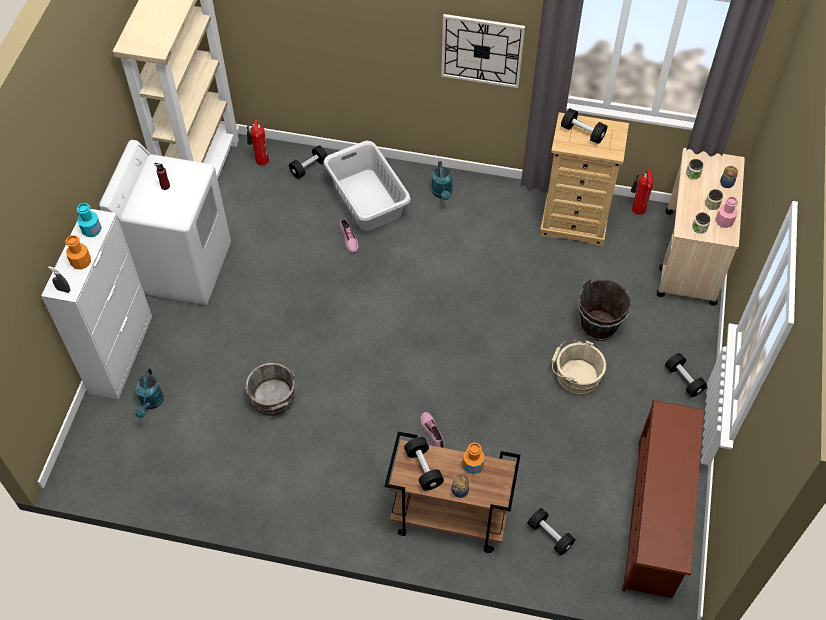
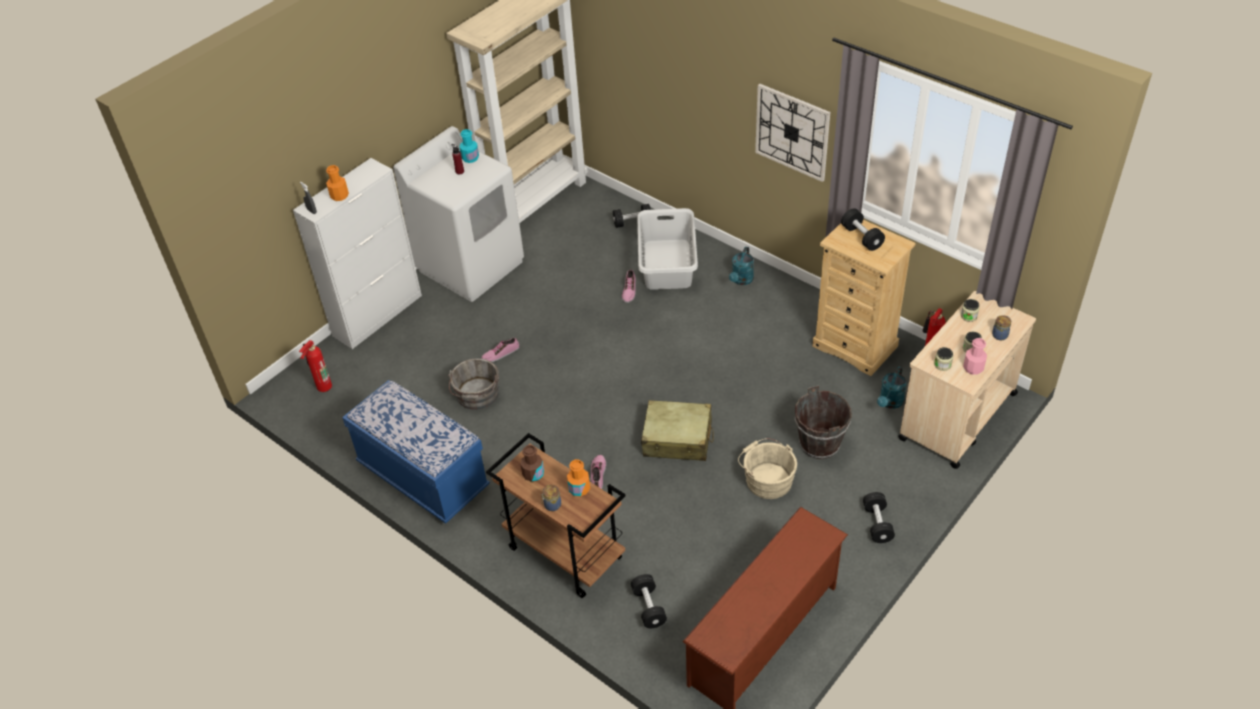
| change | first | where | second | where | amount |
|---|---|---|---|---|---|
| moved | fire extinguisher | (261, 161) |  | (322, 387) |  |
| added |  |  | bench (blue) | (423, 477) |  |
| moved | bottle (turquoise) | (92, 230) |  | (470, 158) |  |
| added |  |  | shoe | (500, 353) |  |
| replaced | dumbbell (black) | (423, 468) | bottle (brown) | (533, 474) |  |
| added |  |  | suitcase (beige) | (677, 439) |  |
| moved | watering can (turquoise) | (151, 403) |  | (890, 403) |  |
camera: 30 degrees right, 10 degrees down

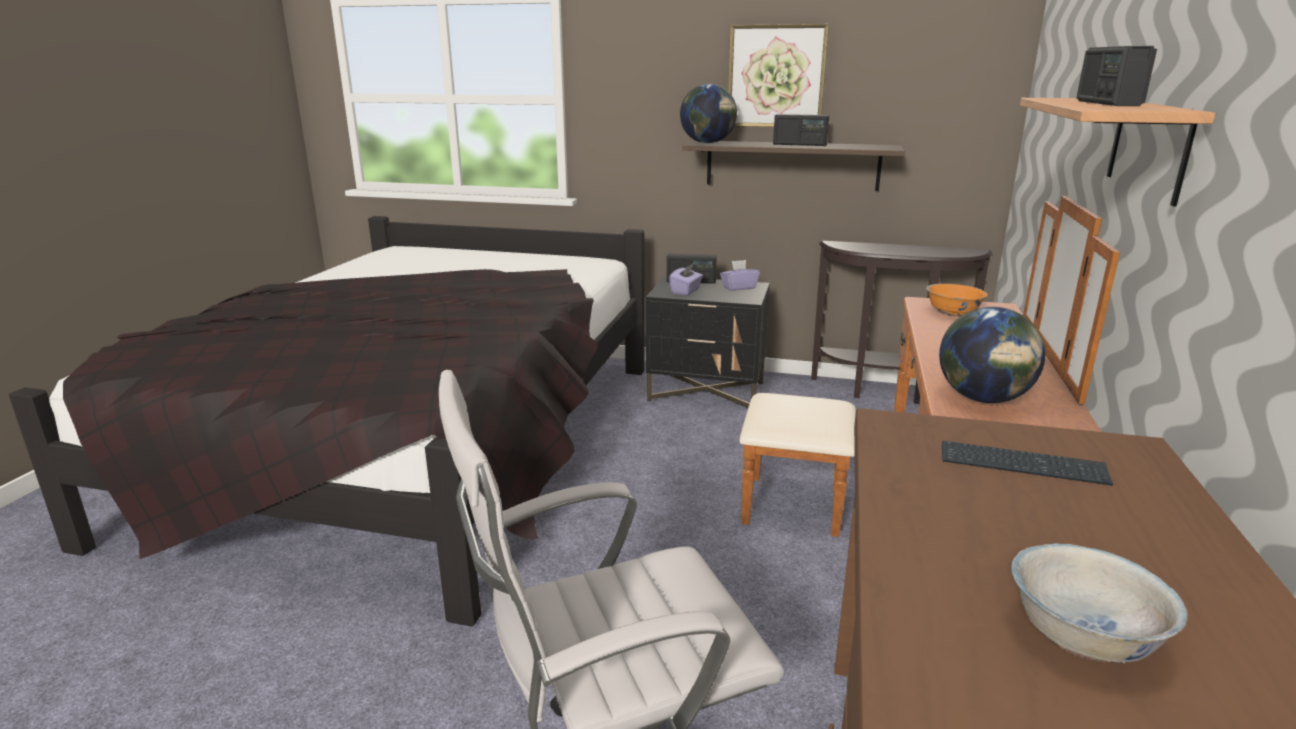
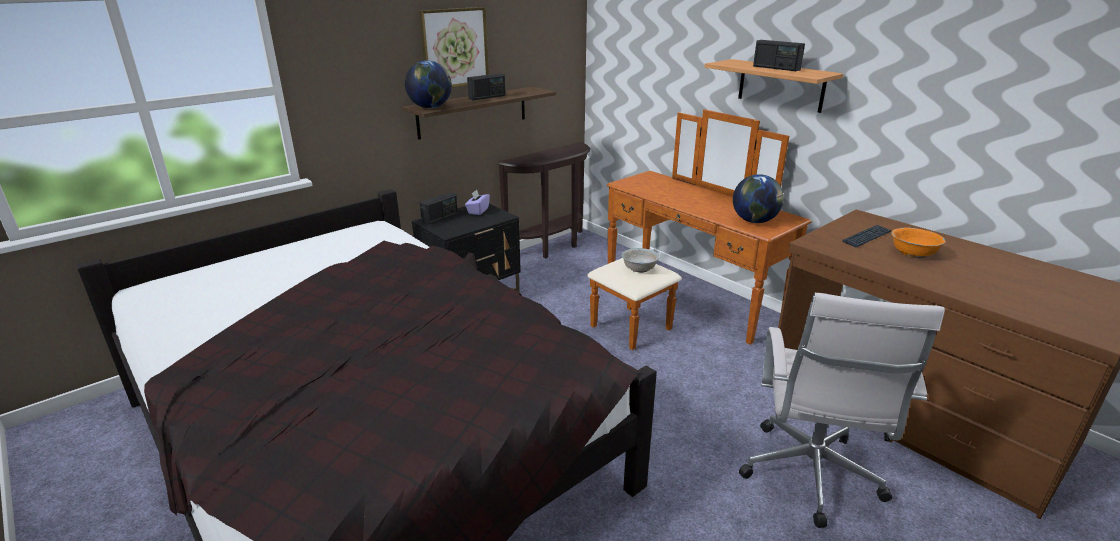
| change | first | where | second | where | amount |
|---|---|---|---|---|---|
| moved | bowl (white) | (1082, 635) |  | (639, 268) |  |
| moved | bowl (orange) | (953, 312) |  | (913, 253) |  |
| removed | tissue box (purple) | (686, 291) |  |  |  |
camera: 55 degrees left, 5 degrees up

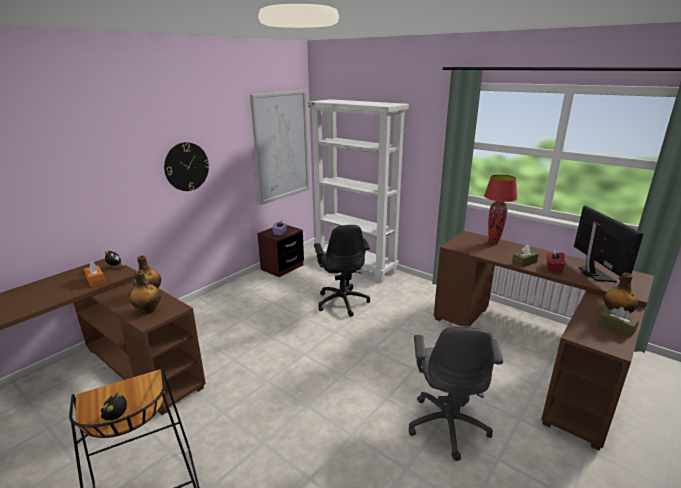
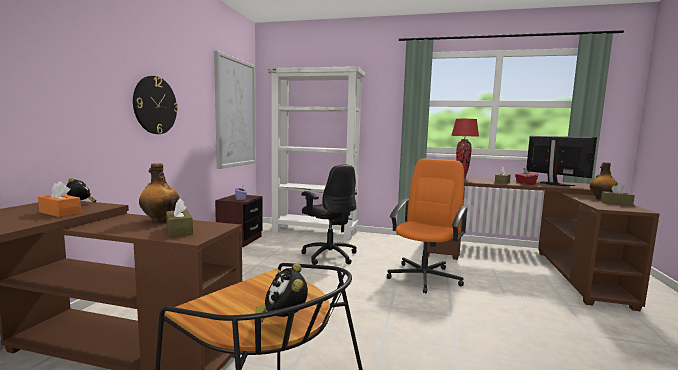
| change | first | where | second | where | amount |
|---|---|---|---|---|---|
| replaced | bottle | (148, 310) | tissue box (brown) | (179, 230) |  |
| added |  |  | office chair (orange) | (424, 277) |  |
| removed | office chair (grey) | (448, 424) |  |  |  |
camera: 25 degrees left, 15 degrees down

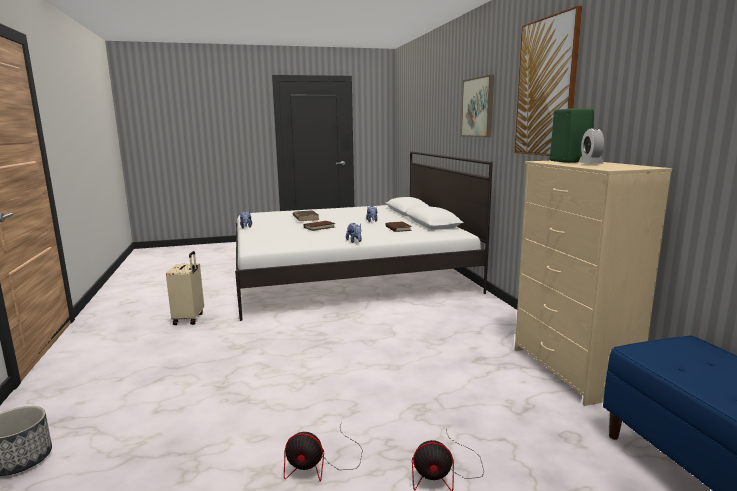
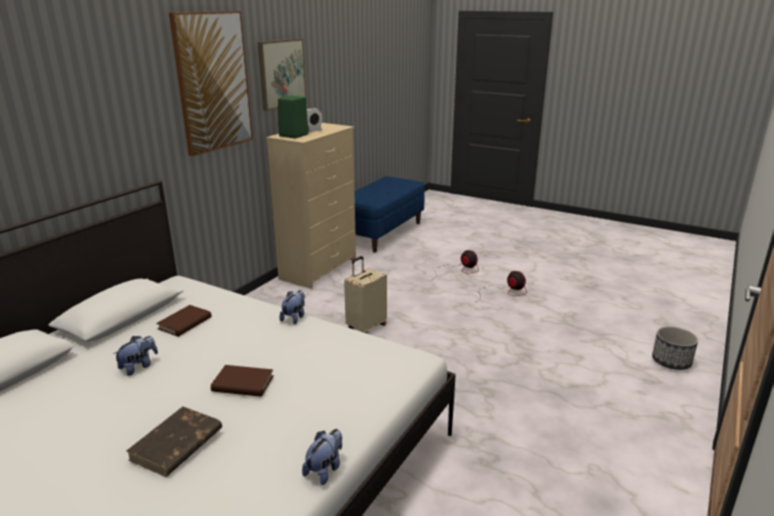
| change | first | where | second | where | amount |
|---|---|---|---|---|---|
| moved | picture | (478, 107) |  | (281, 73) |  |
| moved | suitcase (beige) | (189, 319) |  | (366, 327) |  |
camera: 135 degrees left, 10 degrees up

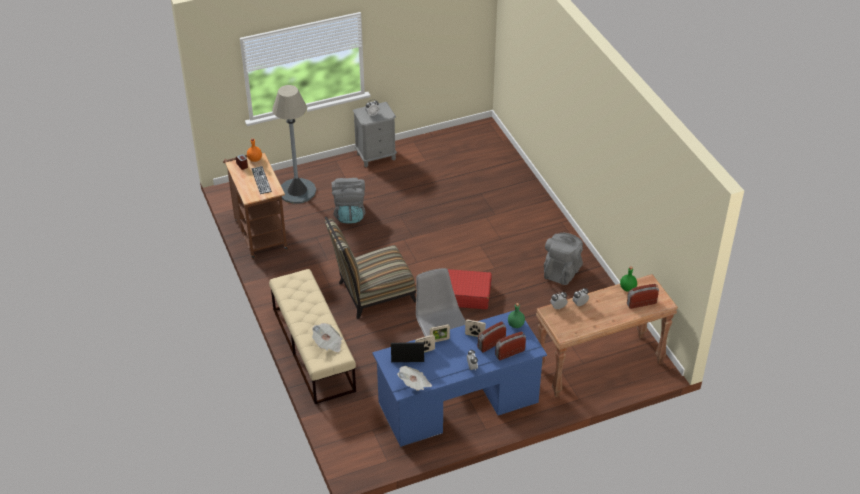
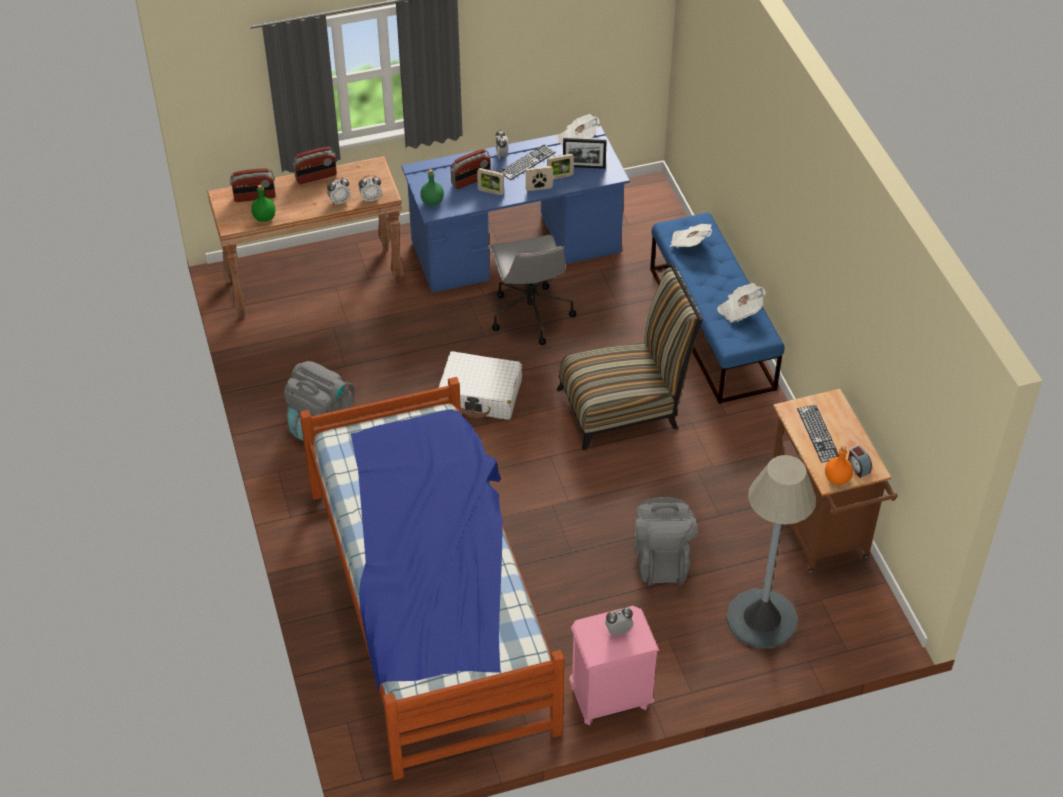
| change | first | where | second | where | amount |
|---|---|---|---|---|---|
| moved | radio | (509, 353) |  | (316, 177) |  |
| added |  |  | bed | (431, 606) |  |
| recoloured | suitcase (red) | (465, 295) | suitcase (white) | (480, 395) |  |
| added |  |  | keyboard | (527, 162) |  |
| recoloured | nightstand (grey) | (376, 156) | nightstand (pink) | (609, 698) |  |
| recoloured | bench (beige) | (313, 349) | bench (blue) | (711, 328) |  |
| added |  |  | newspaper | (739, 311) |  |
camera: 175 degrees left, 5 degrees up

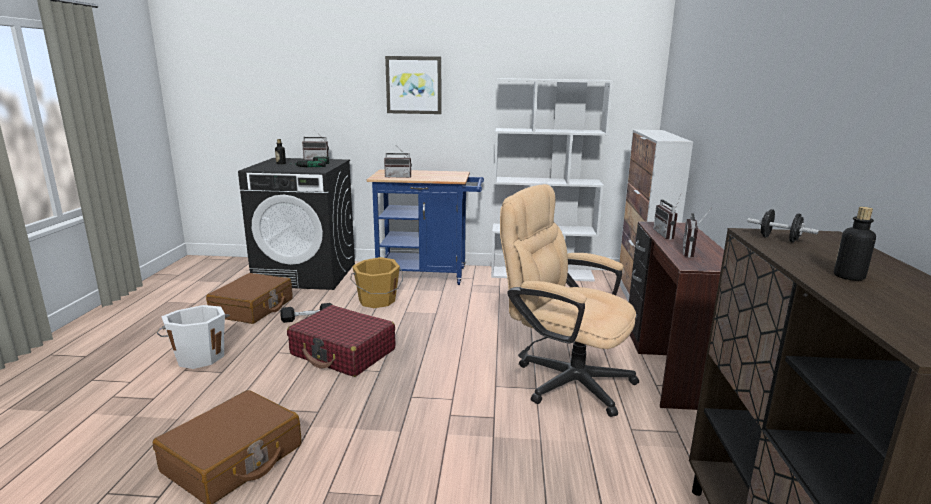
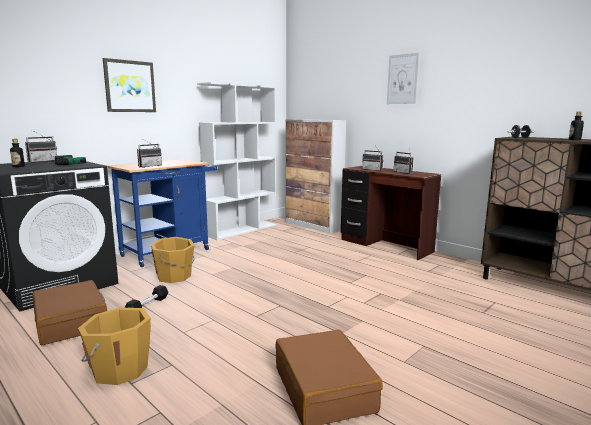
| change | first | where | second | where | amount |
|---|---|---|---|---|---|
| recoloured | bucket (white) | (200, 357) | bucket (orange) | (119, 369) |  |
| added |  |  | picture | (402, 79) |  |
| removed | suitcase (red) | (343, 352) |  |  |  |
| removed | office chair (beige) | (563, 379) |  |  |  |
camera: 50 degrees left, 5 degrees down

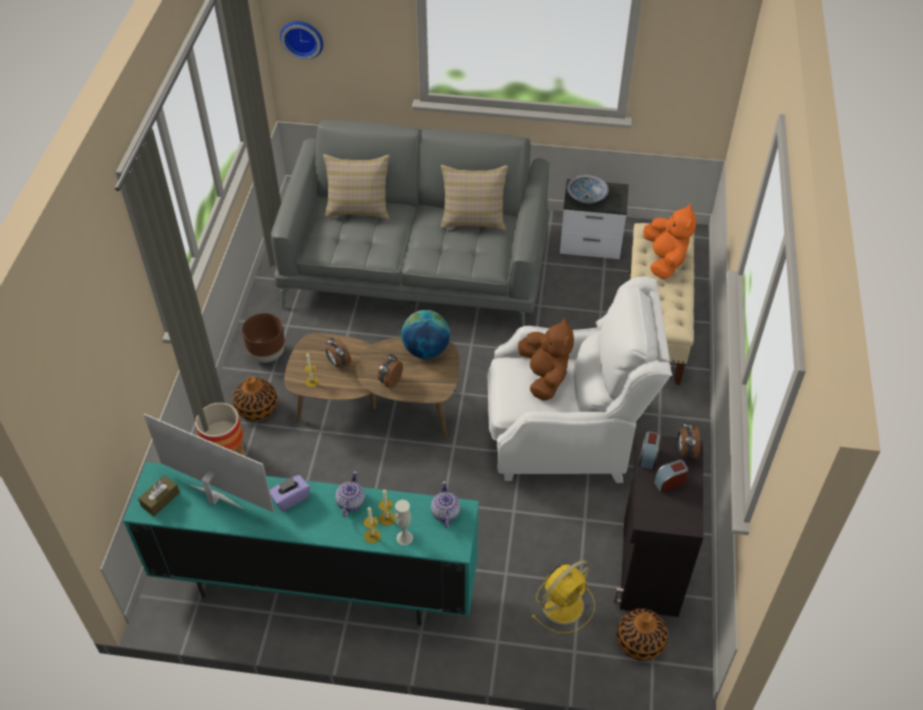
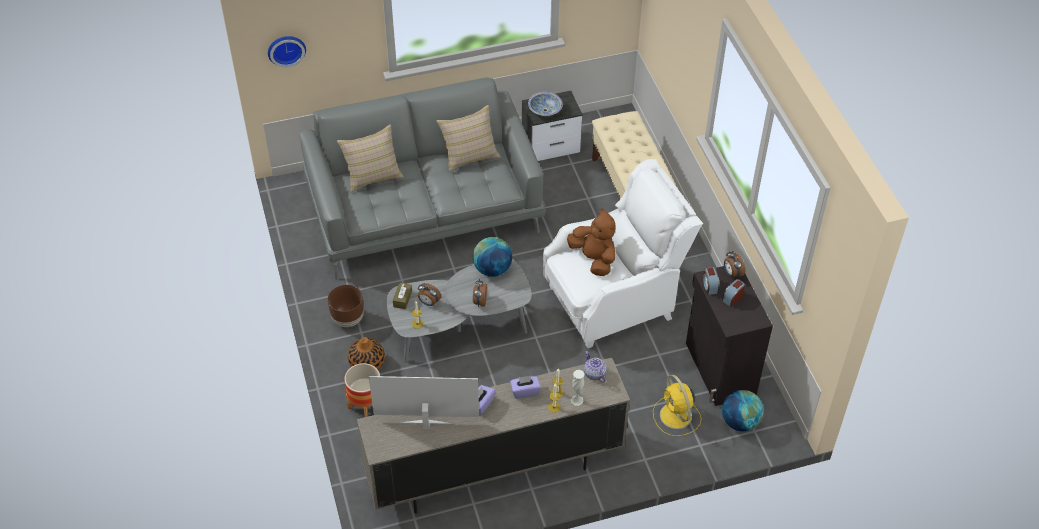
| change | first | where | second | where | amount |
|---|---|---|---|---|---|
| recoloured | tv stand (turquoise) | (315, 584) | tv stand (beige) | (493, 472) |  |
| recoloured | coffee table (brown) | (376, 406) | coffee table (grey) | (460, 329) |  |
| moved | tissue box (brown) | (160, 499) |  | (402, 299) |  |
| replaced | teapot | (350, 503) | tissue box (purple) | (525, 391) |  |
| turned | fan (yellow) | (564, 604) |  | (676, 417) | 135 degrees clockwise |
| replaced | vase | (640, 642) | globe | (740, 422) |  |
| removed | plush toy (orange) | (664, 260) |  |  |  |
camera: 25 degrees left, 0 degrees up

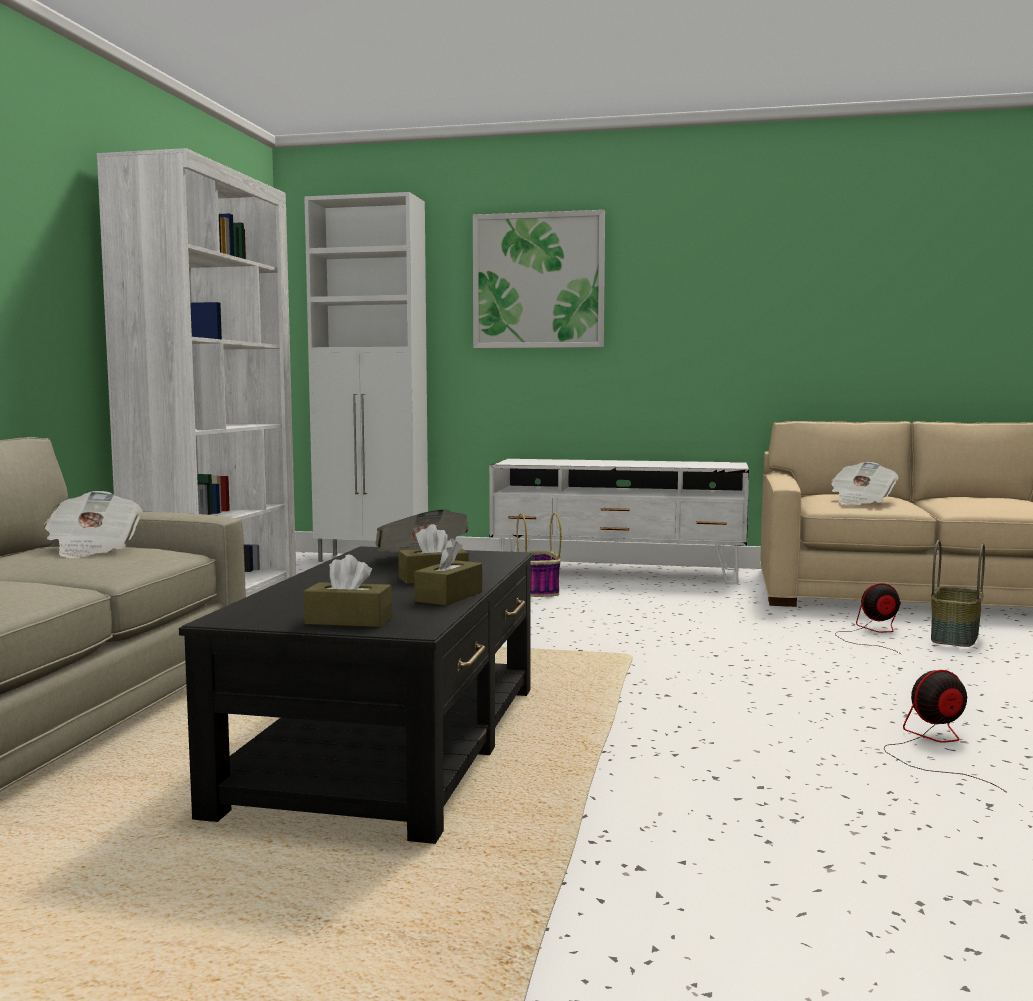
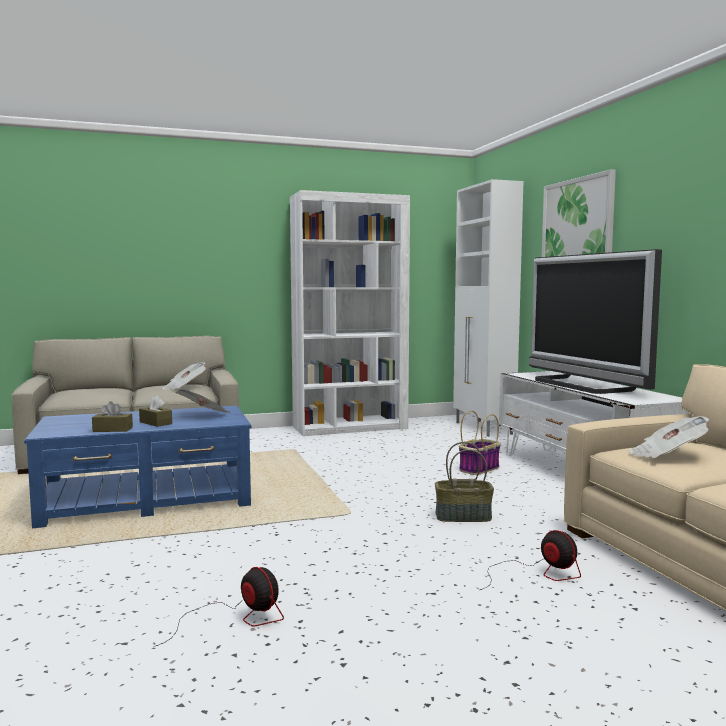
| change | first | where | second | where | amount |
|---|---|---|---|---|---|
| recoloured | coffee table (black) | (393, 745) | coffee table (blue) | (148, 500) |  |
| moved | basket | (955, 637) |  | (462, 517) |  |
| added |  |  | television | (579, 385) |  |
| removed | tissue box (brown) | (348, 621) |  |  |  |
camera: 60 degrees right, 0 degrees up

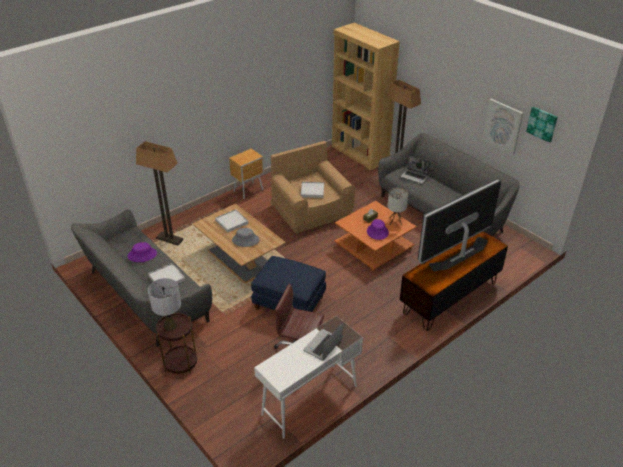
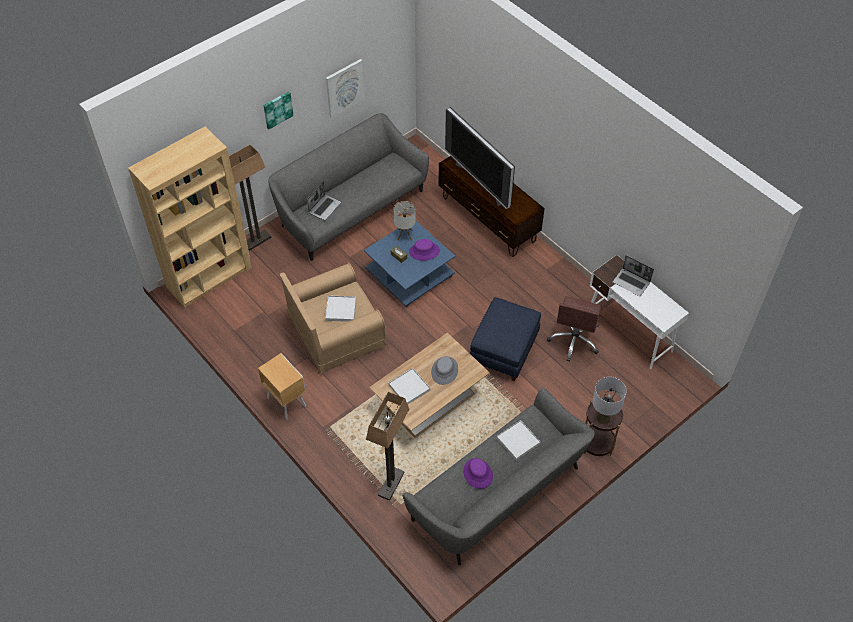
| change | first | where | second | where | amount |
|---|---|---|---|---|---|
| moved | picture | (542, 124) |  | (277, 109) |  |
| recoloured | coffee table (orange) | (374, 247) | coffee table (blue) | (410, 273) |  |
camera: 90 degrees left, 15 degrees up

